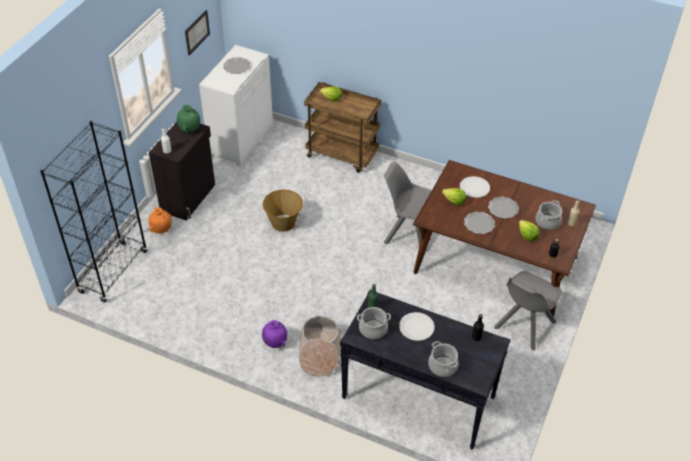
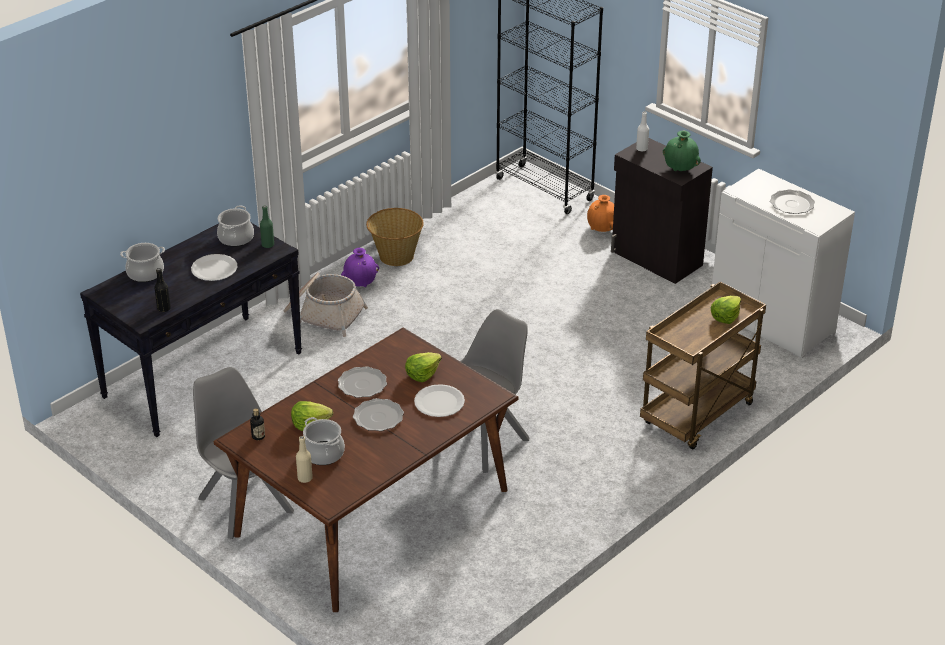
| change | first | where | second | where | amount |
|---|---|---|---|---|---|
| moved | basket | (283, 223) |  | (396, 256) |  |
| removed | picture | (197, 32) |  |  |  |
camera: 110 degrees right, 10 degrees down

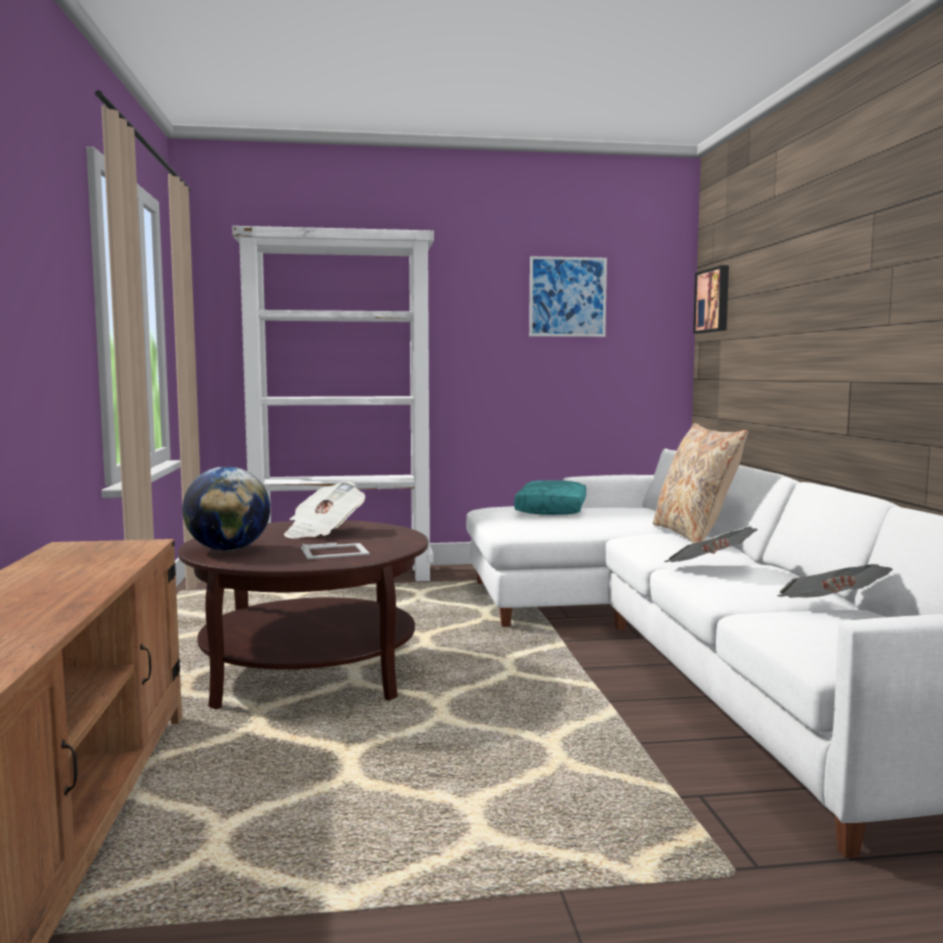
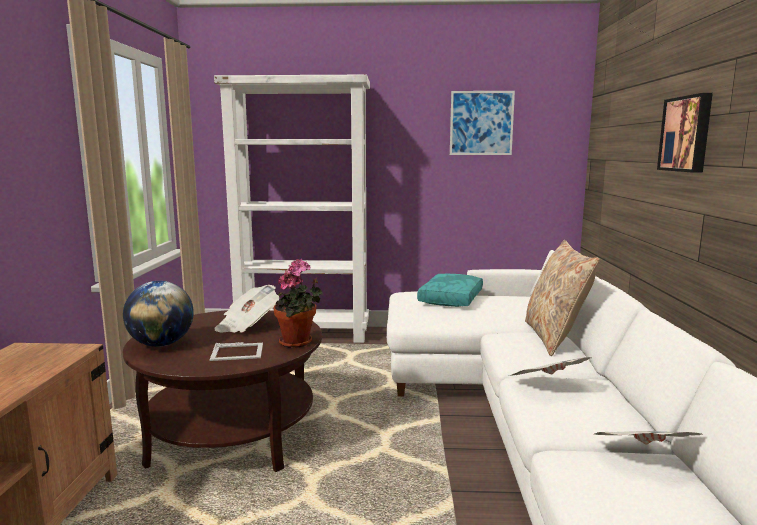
| change | first | where | second | where | amount |
|---|---|---|---|---|---|
| added |  |  | potted plant | (298, 342) |  |
| moved | picture | (714, 300) |  | (687, 134) |  |
camera: 10 degrees right, 5 degrees up

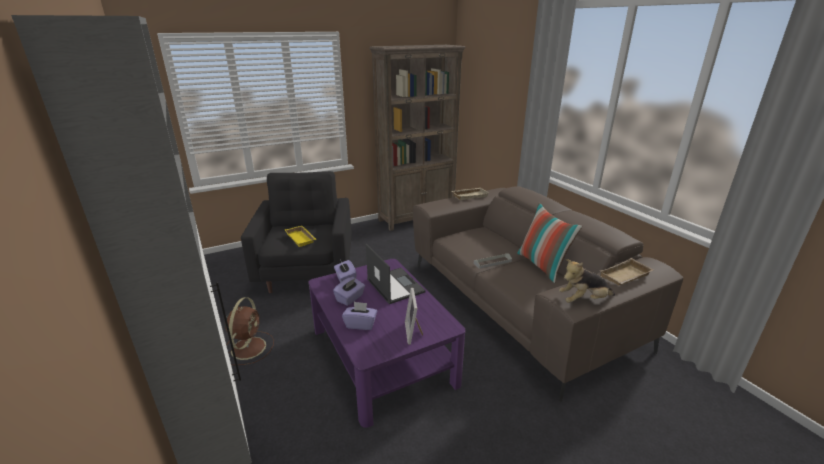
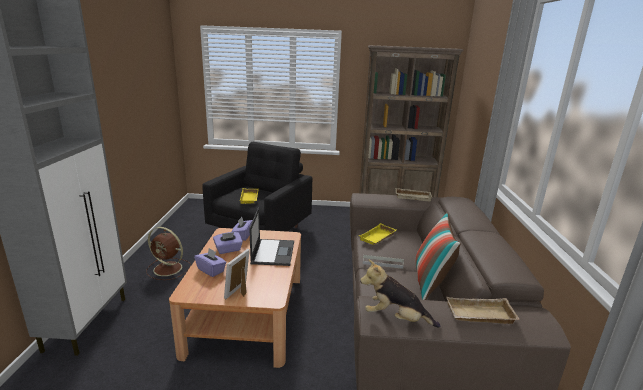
| change | first | where | second | where | amount |
|---|---|---|---|---|---|
| turned | fan (brown) | (249, 347) |  | (169, 269) | 75 degrees clockwise |
| recoloured | coffee table (purple) | (382, 356) | coffee table (brown) | (247, 313) |  |
| added |  |  | tray (yellow) | (378, 238) |  |
camera: 30 degrees right, 5 degrees down

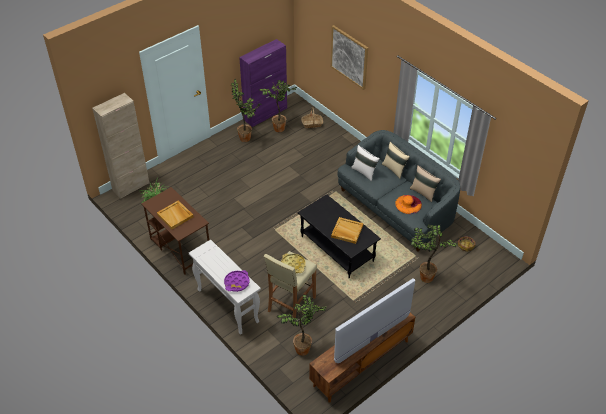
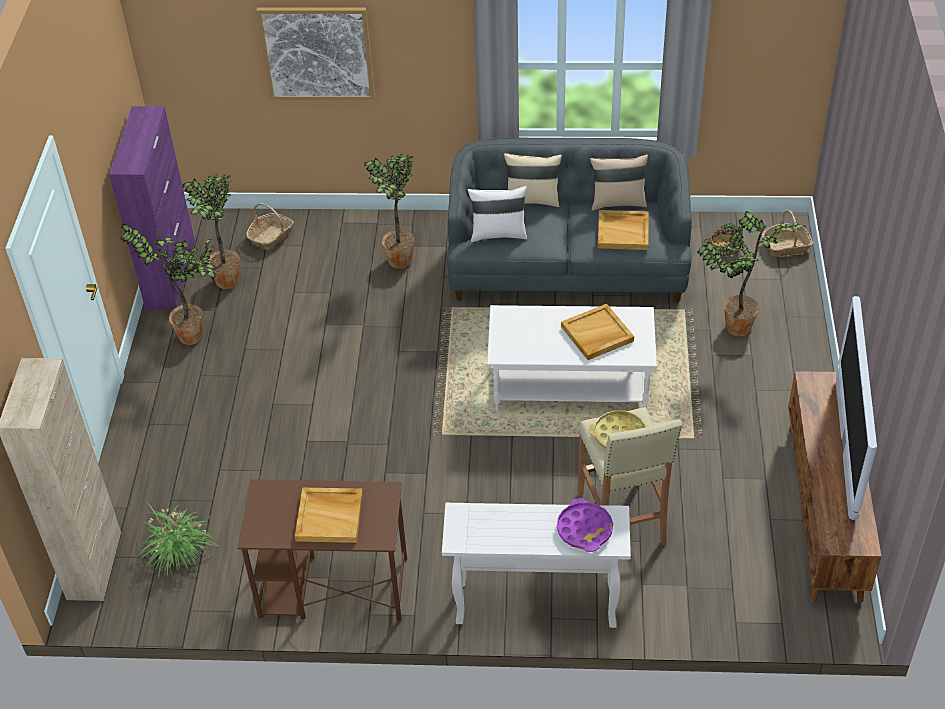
| change | first | where | second | where | amount |
|---|---|---|---|---|---|
| moved | potted plant | (303, 348) |  | (399, 258) |  |
| recoloured | coffee table (black) | (338, 248) | coffee table (white) | (571, 385) |  |
| replaced | hat (orange) | (408, 204) | tray (beige) | (623, 232) |  |
| added |  |  | basket | (786, 246) |  |
camera: 45 degrees left, 0 degrees up

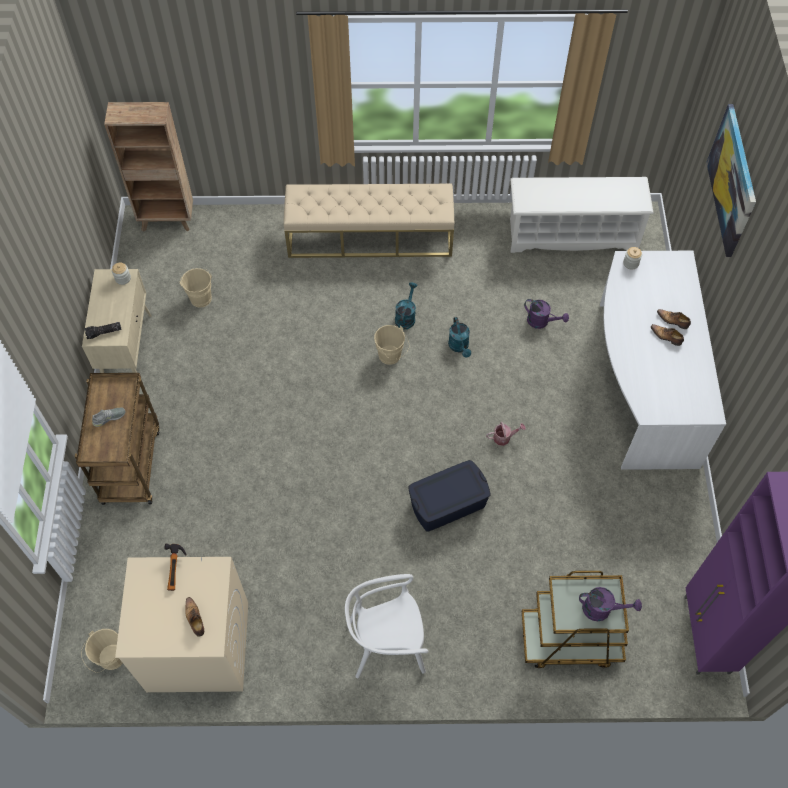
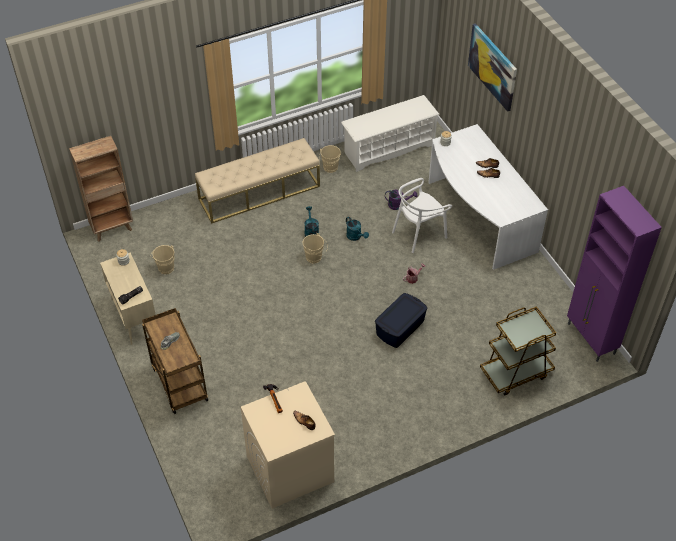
| change | first | where | second | where | amount |
|---|---|---|---|---|---|
| moved | bucket (beige) | (109, 659) |  | (330, 168) |  |
| moved | chair (white) | (386, 644) |  | (418, 233) |  |
| removed | watering can (purple) | (602, 609) |  |  |  |
camera: 25 degrees left, 10 degrees down

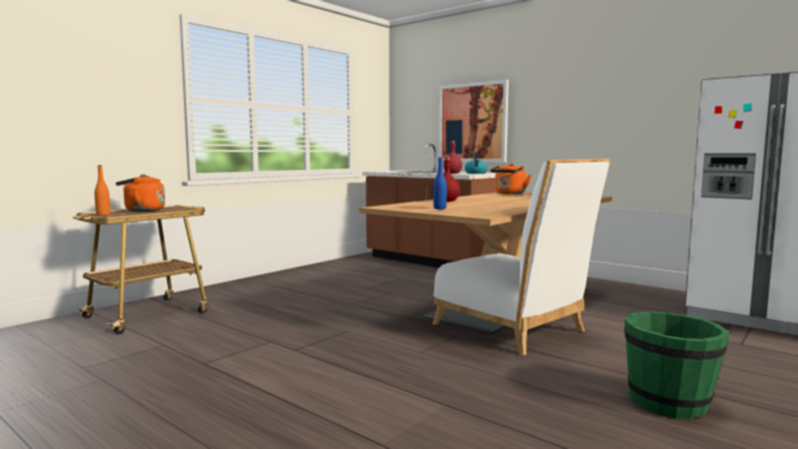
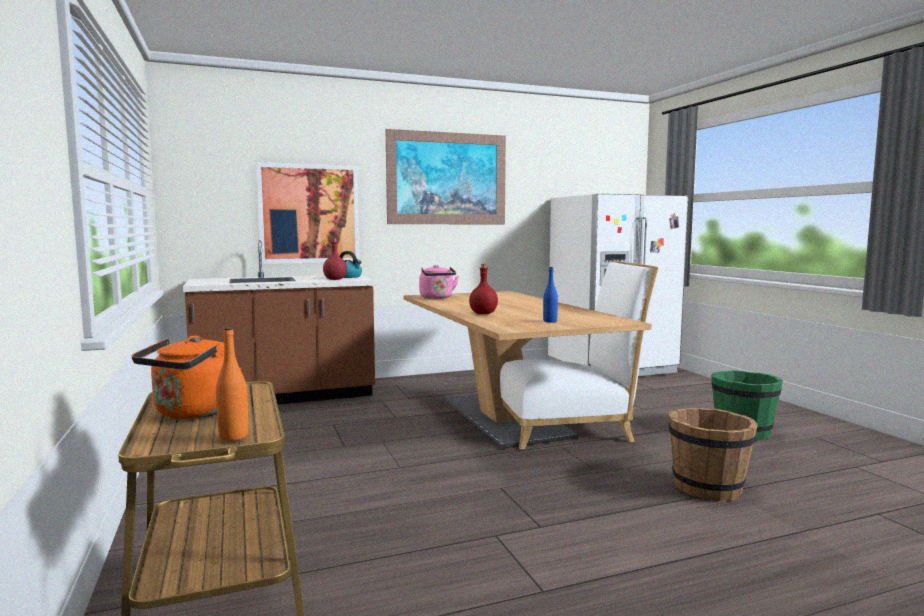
| change | first | where | second | where | amount |
|---|---|---|---|---|---|
| added |  |  | picture | (447, 178) |  |
| recoloured | kettle (orange) | (509, 193) | kettle (pink) | (437, 297) |  |
| added |  |  | bucket (brown) | (707, 487) |  |
camera: 60 degrees left, 0 degrees up

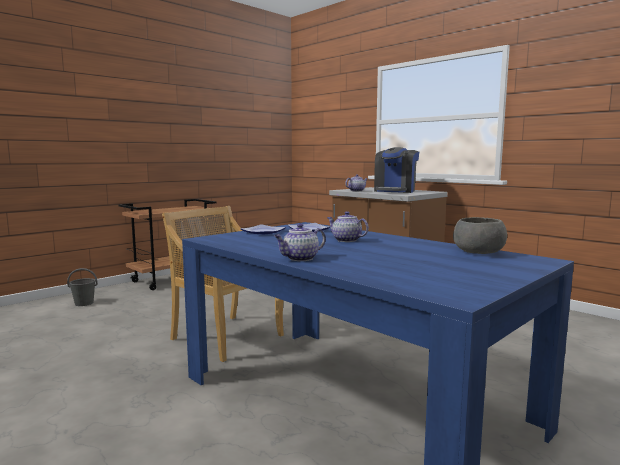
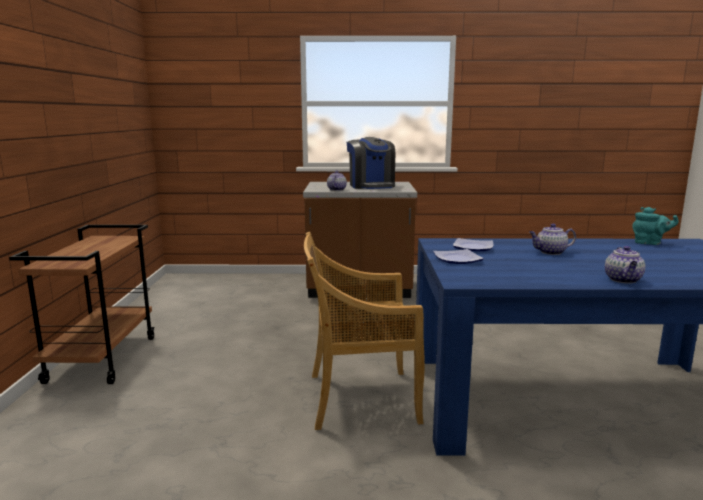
| change | first | where | second | where | amount |
|---|---|---|---|---|---|
| replaced | bowl (grey) | (477, 252) | teapot (turquoise) | (649, 243) |  |
| removed | bucket (grey) | (84, 303) |  |  |  |
camera: 45 degrees left, 5 degrees up

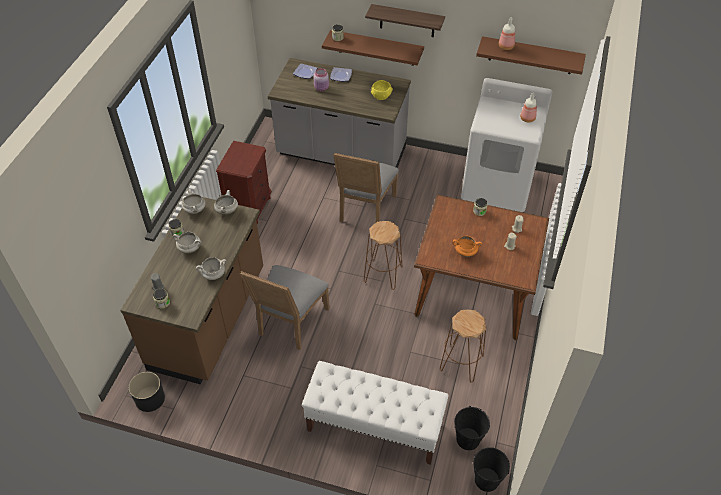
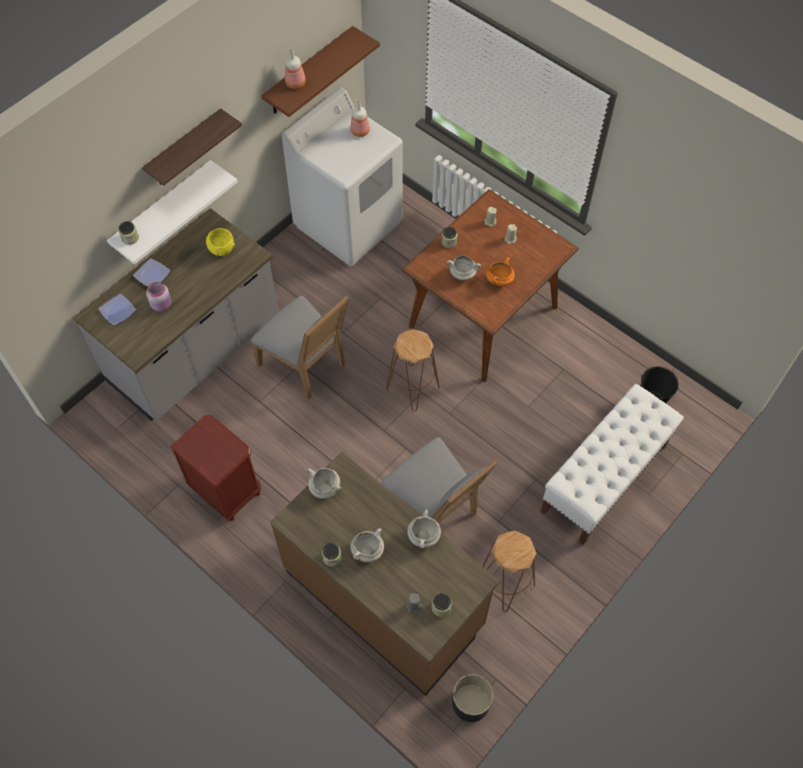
| change | first | where | second | where | amount |
|---|---|---|---|---|---|
| recoloured | shelf (brown) | (376, 48) | shelf (white) | (163, 210) |  |
| moved | cooking pot (white) | (195, 210) |  | (463, 274) |  |
| moved | stool (brown) | (461, 363) |  | (505, 583) |  |
| removed | bucket (black) | (486, 479) |  |  |  |
camera: 65 degrees left, 10 degrees up

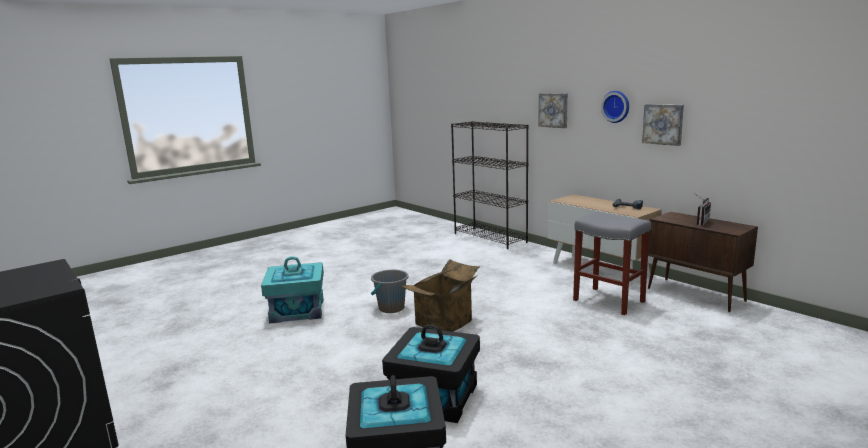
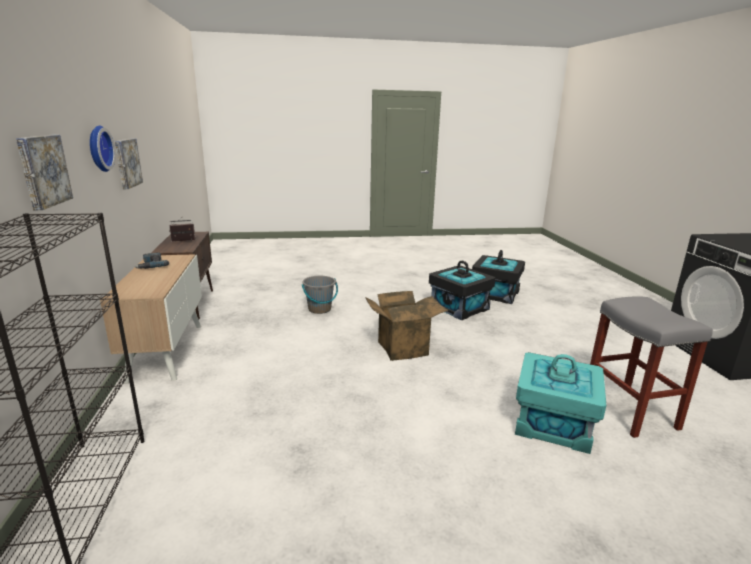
| change | first | where | second | where | amount |
|---|---|---|---|---|---|
| moved | bucket (grey) | (391, 308) |  | (319, 309) |  |
| moved | stool (grey) | (610, 301) |  | (628, 410) |  |
camera: 150 degrees left, 5 degrees up

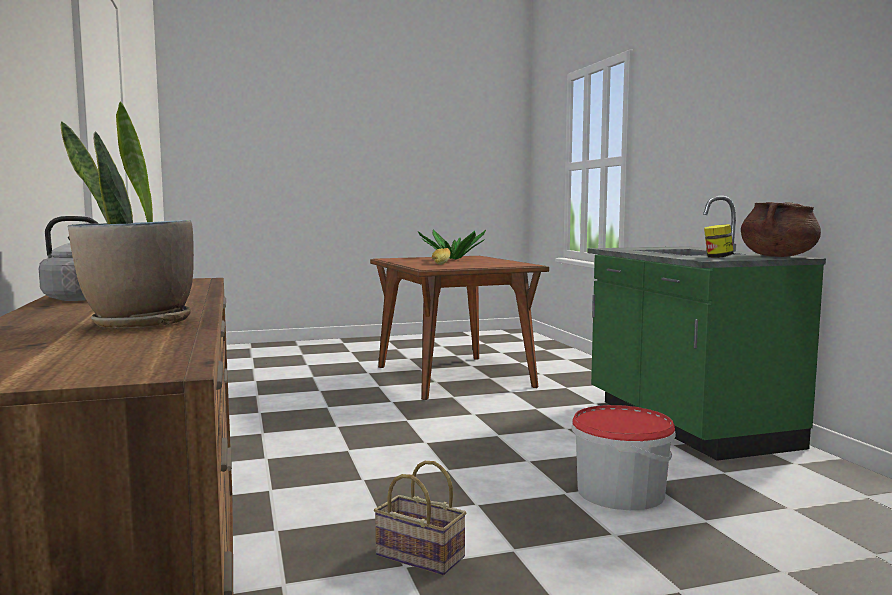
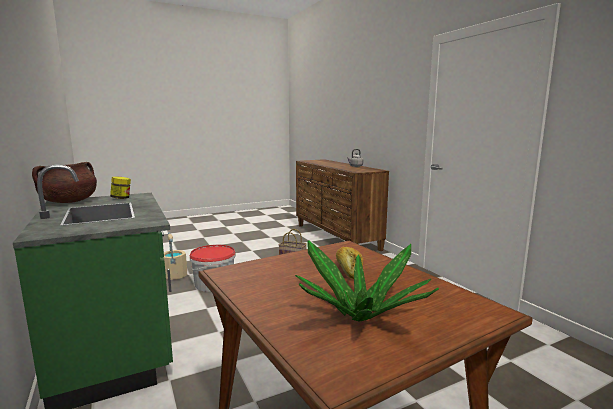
| change | first | where | second | where | amount |
|---|---|---|---|---|---|
| added |  |  | bucket (beige) | (174, 276) |  |
| removed | potted plant | (139, 323) |  |  |  |
camera: 170 degrees right, 5 degrees up

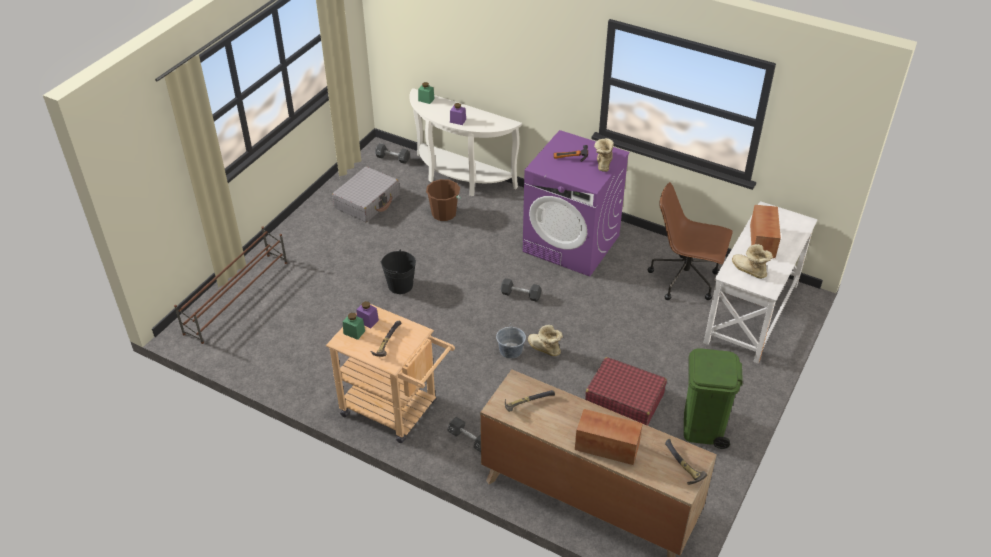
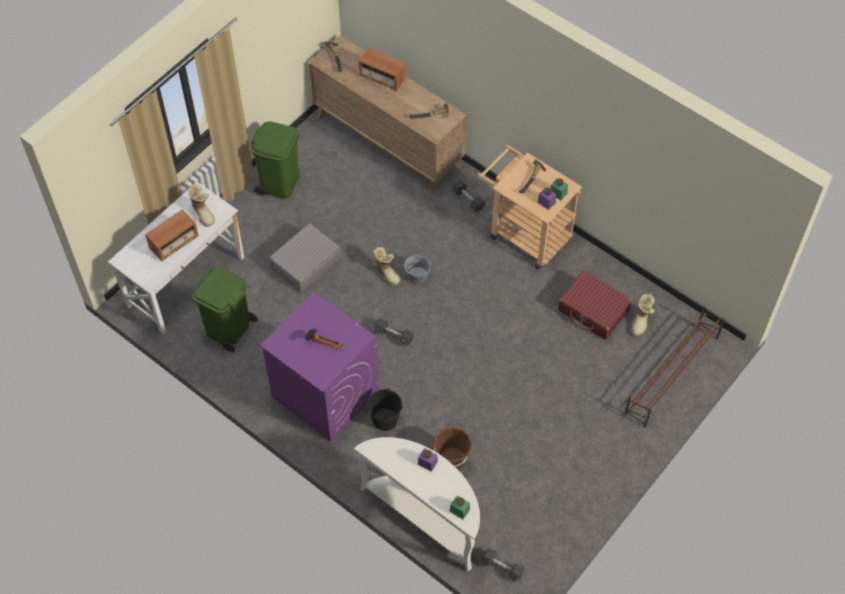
| change | first | where | second | where | amount |
|---|---|---|---|---|---|
| turned | radio | (762, 241) |  | (174, 242) | 150 degrees counterclockwise |
| replaced | office chair (brown) | (685, 279) | trash can (green) | (228, 329) |  |
| moved | suitcase (grey) | (367, 201) |  | (305, 263) |  |
| moved | bucket (black) | (400, 285) |  | (385, 419) |  |
| moved | suitcase (red) | (624, 399) |  | (593, 310) |  |
| moved | boot | (603, 163) |  | (641, 321) |  |
camera: 170 degrees left, 15 degrees up

